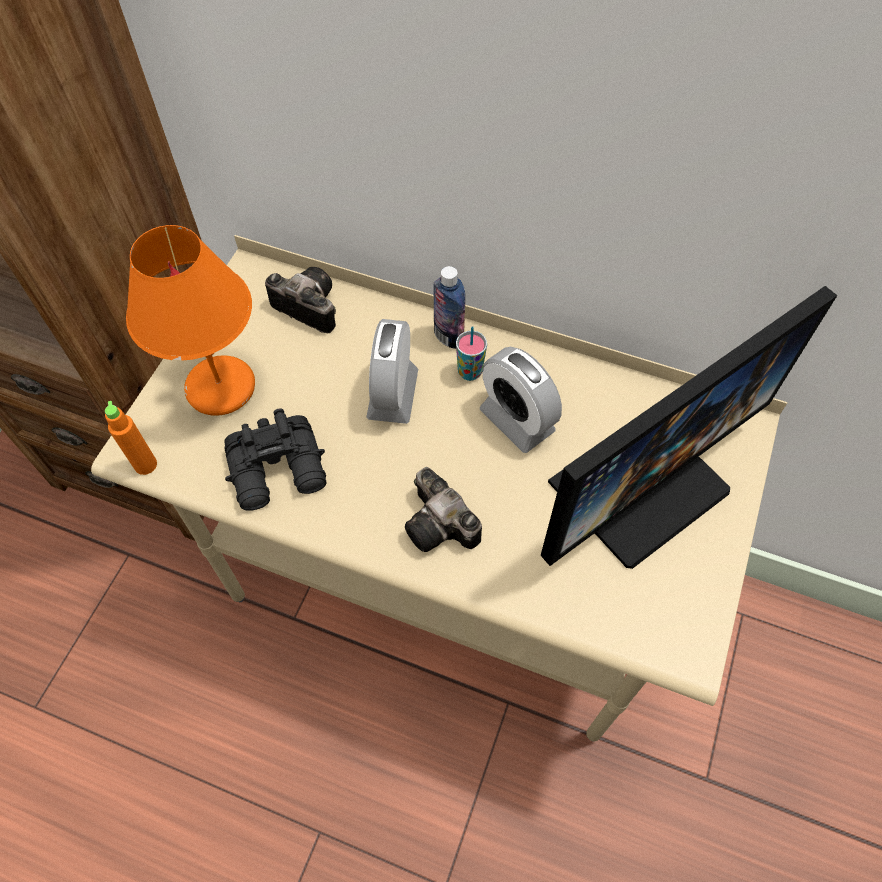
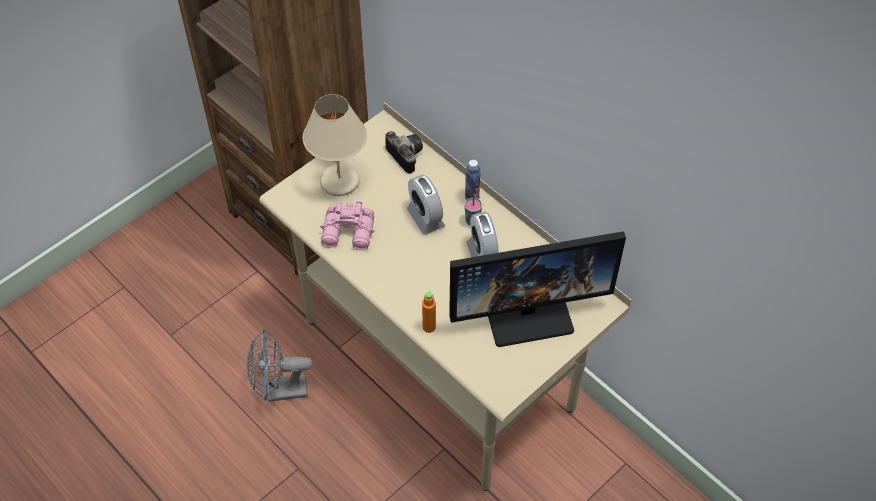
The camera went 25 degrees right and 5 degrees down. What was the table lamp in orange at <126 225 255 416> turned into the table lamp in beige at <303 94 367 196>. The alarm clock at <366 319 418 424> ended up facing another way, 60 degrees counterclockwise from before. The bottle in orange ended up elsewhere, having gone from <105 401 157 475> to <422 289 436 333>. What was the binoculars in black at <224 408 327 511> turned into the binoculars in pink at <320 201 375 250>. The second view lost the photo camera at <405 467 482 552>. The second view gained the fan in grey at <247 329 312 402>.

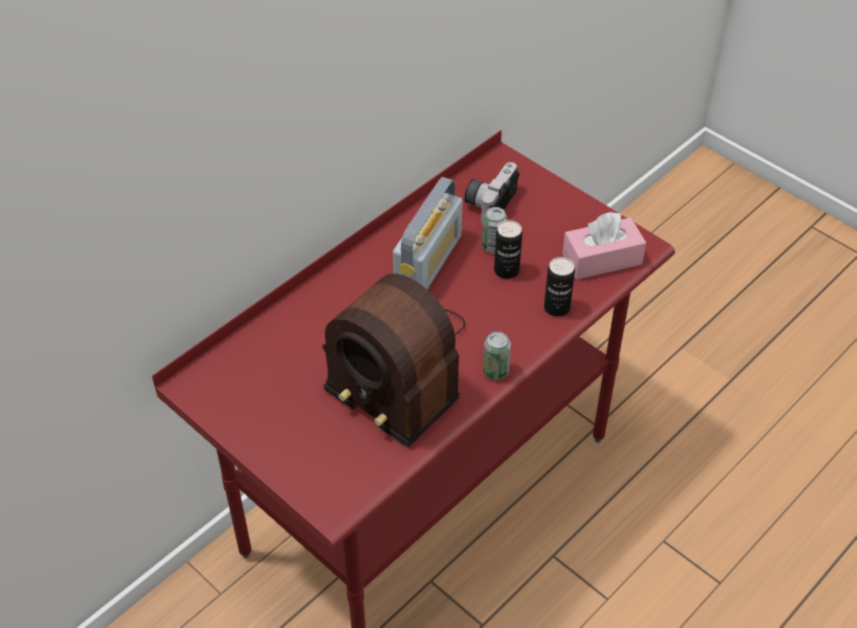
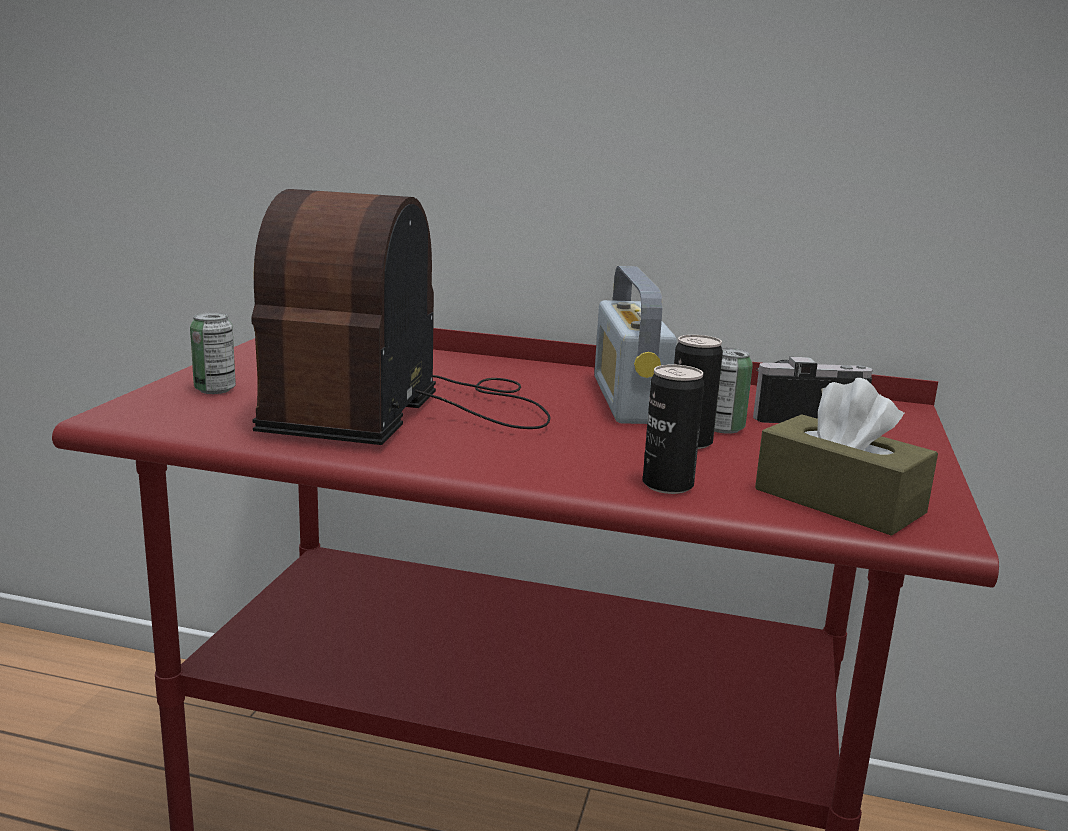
The camera went 60 degrees right and 30 degrees down. The radio at <393 177 462 290> ended up facing another way, 90 degrees clockwise from before. What was the tissue box in pink at <562 212 646 279> turned into the tissue box in brown at <755 378 938 536>. The can ended up elsewhere, having gone from <483 331 511 380> to <190 312 236 394>.

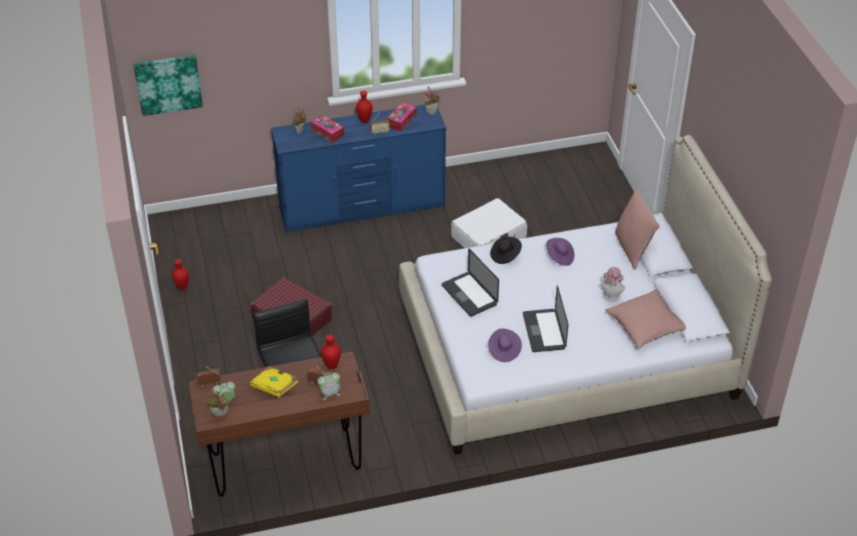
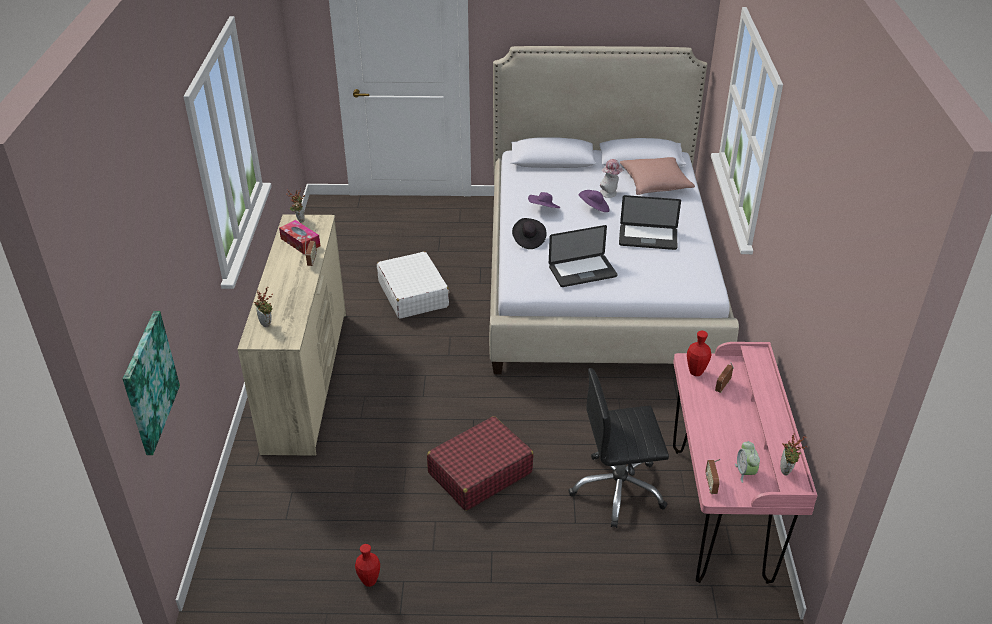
The camera went 75 degrees left and 5 degrees down. The second view lost the vase in red at <356 91 372 123>. What was the dresser in blue at <271 105 446 233> turned into the dresser in beige at <237 214 346 456>. The second view lost the tissue box at <311 115 344 143>. The second view lost the pillow in pink at <615 188 660 270>. The hat in purple ended up elsewhere, having gone from <488 328 522 362> to <579 190 610 212>. What was the desk in brown at <189 352 370 497> turned into the desk in pink at <673 342 817 584>. The second view lost the book in yellow at <249 366 298 397>. The second view lost the alarm clock at <317 372 341 400>.

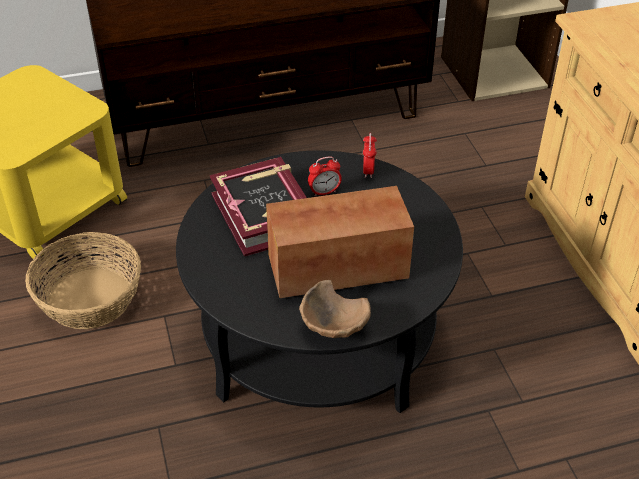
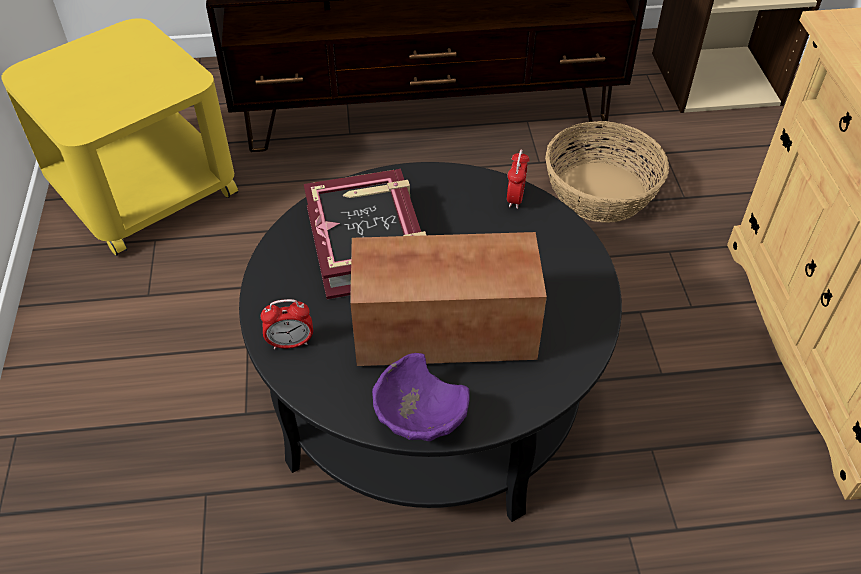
The camera went 10 degrees right and 5 degrees up. The alarm clock ended up elsewhere, having gone from <308 157 342 197> to <261 299 313 349>. The basket ended up elsewhere, having gone from <25 232 141 329> to <545 121 669 223>. What was the bowl in brown at <299 280 371 338> turned into the bowl in purple at <372 353 470 441>.

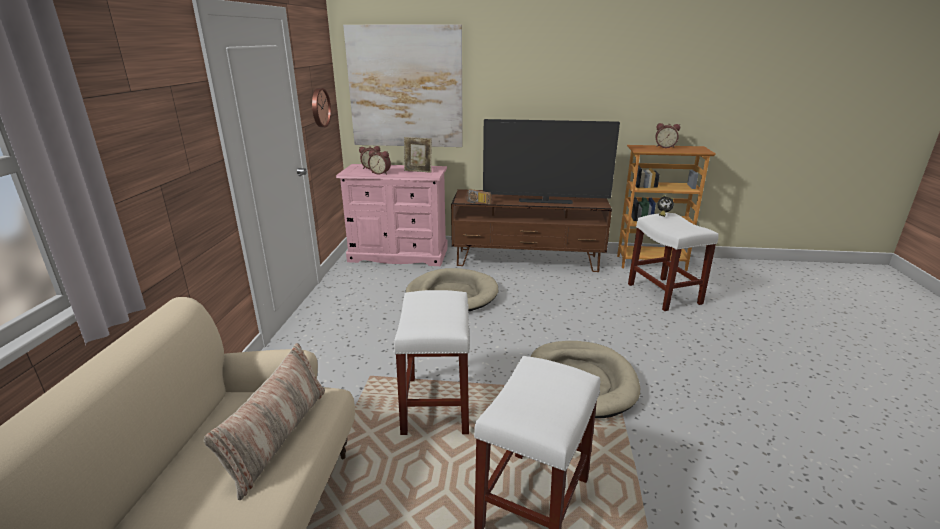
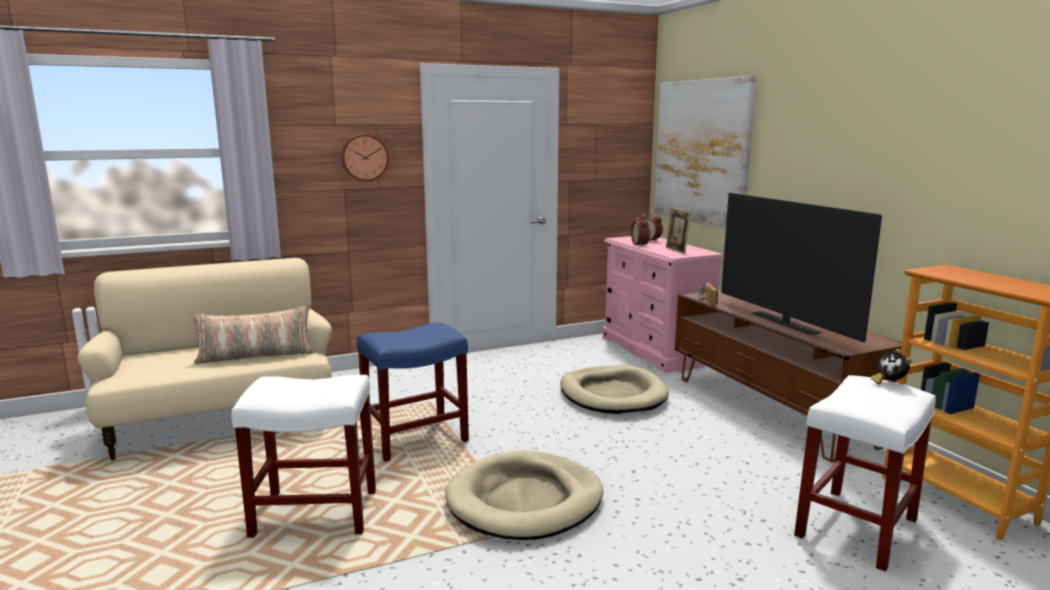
The camera went 60 degrees right and 10 degrees down. The wall clock ended up elsewhere, having gone from <312 88 331 127> to <341 134 389 181>. The second view lost the alarm clock at <655 123 680 148>. What was the stool in white at <394 290 470 435> turned into the stool in blue at <357 322 469 462>.

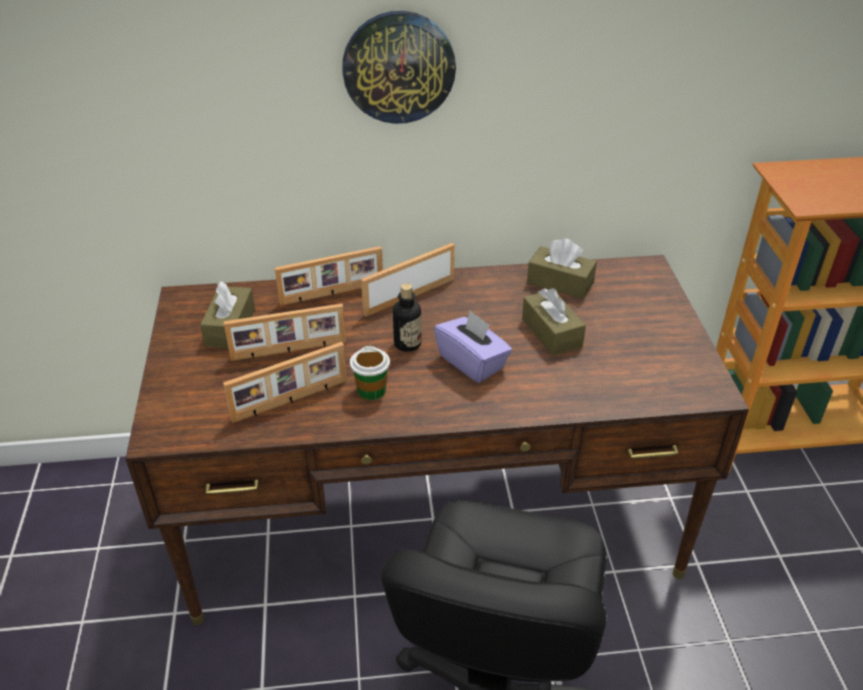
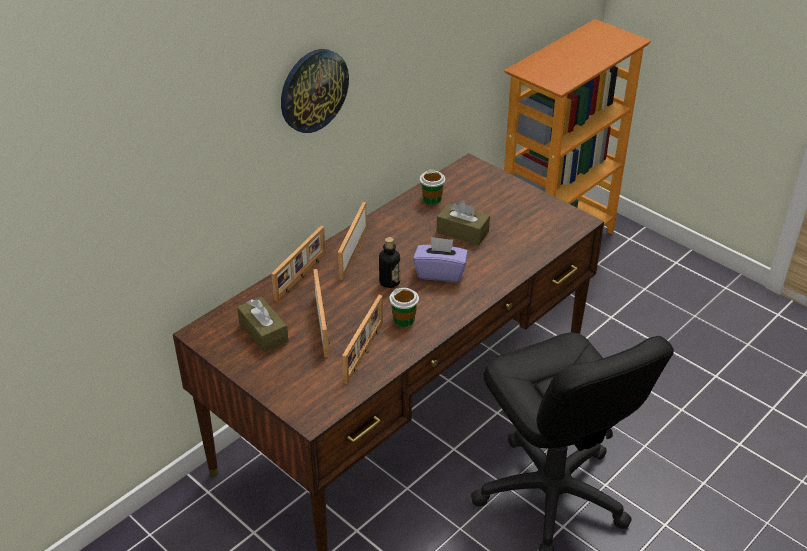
The camera went 40 degrees left and 0 degrees up. Where the tissue box in brown stood at <527 238 597 299>, the cup came to stand at <420 169 445 205>. The picture frame at <223 304 346 361> ended up facing another way, 45 degrees counterclockwise from before.

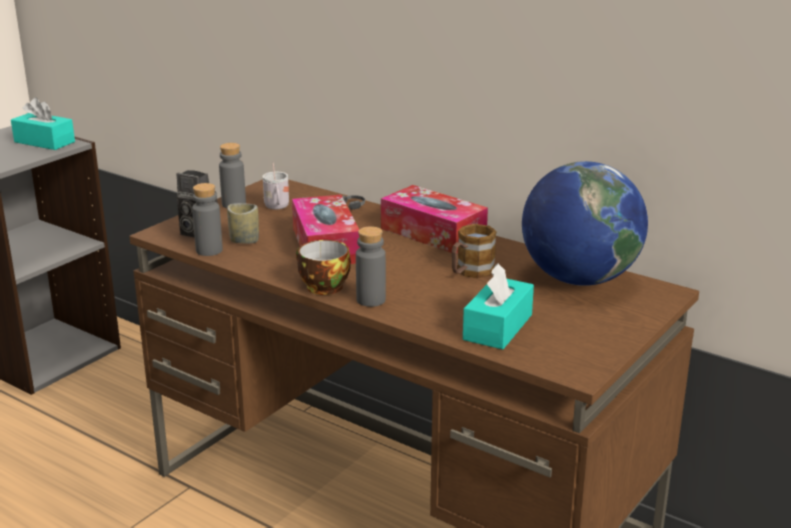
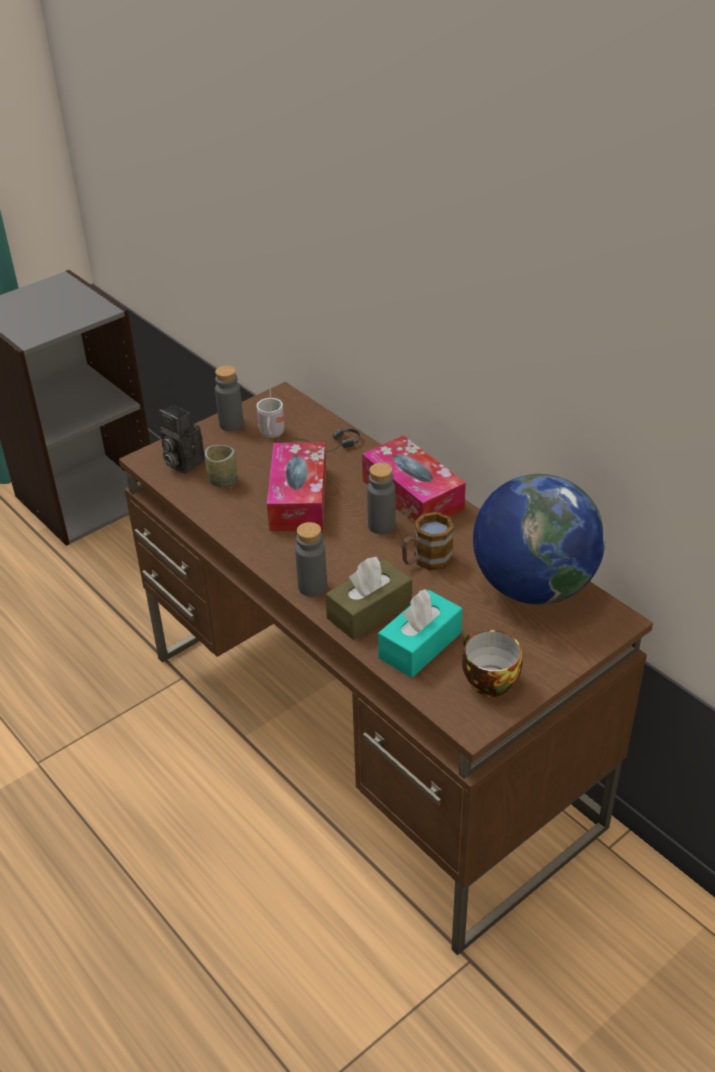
The camera went 15 degrees right and 15 degrees up. The second view lost the tissue box in turquoise at <11 97 75 150>. The bottle in grey ended up elsewhere, having gone from <192 183 223 256> to <367 463 395 534>. The cup ended up elsewhere, having gone from <296 240 351 295> to <462 630 522 697>. The second view gained the tissue box in brown at <326 557 412 640>.

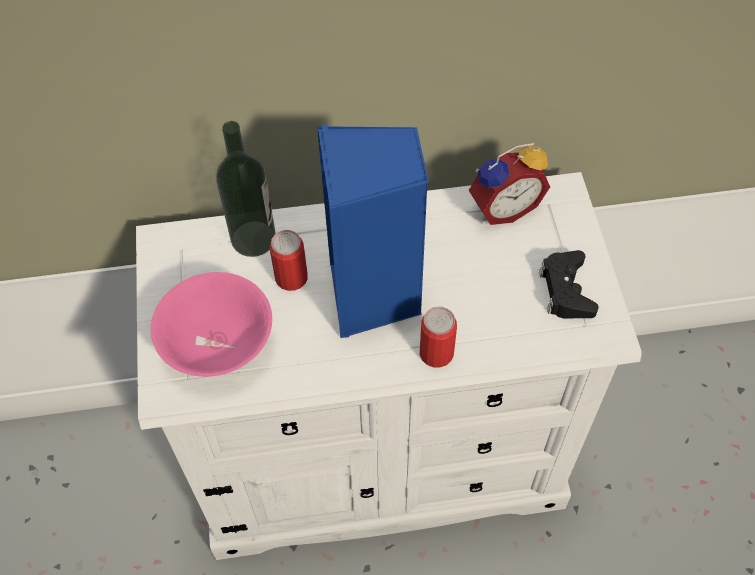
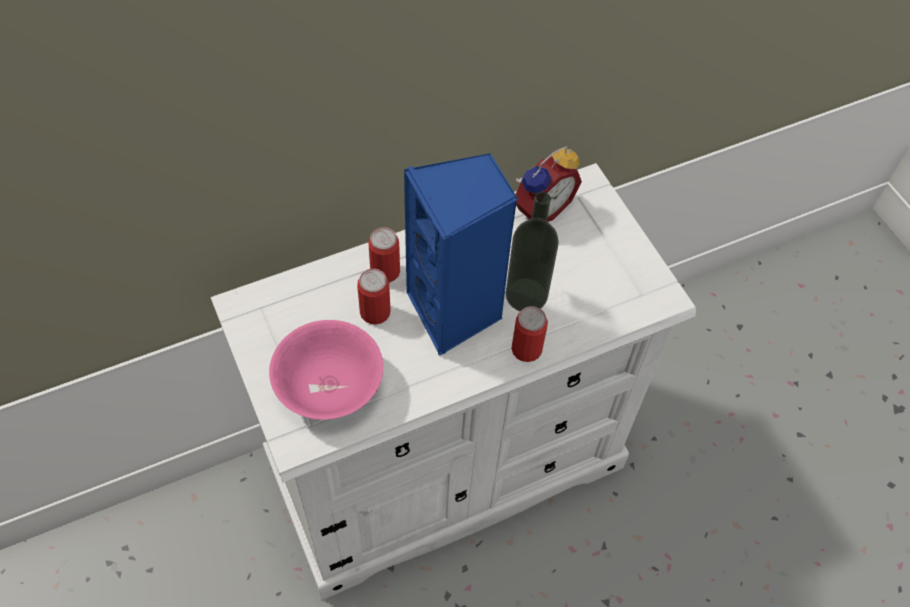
The camera went 20 degrees left and 0 degrees up. The bottle ended up elsewhere, having gone from <216 121 276 257> to <505 192 559 311>. The second view lost the game controller in black at <539 250 599 318>. The second view gained the can at <368 227 400 283>.

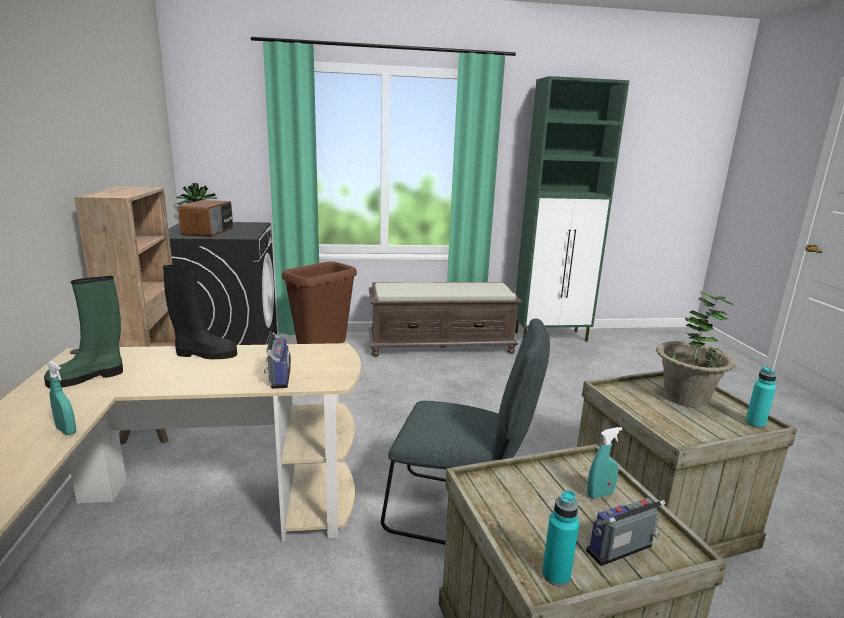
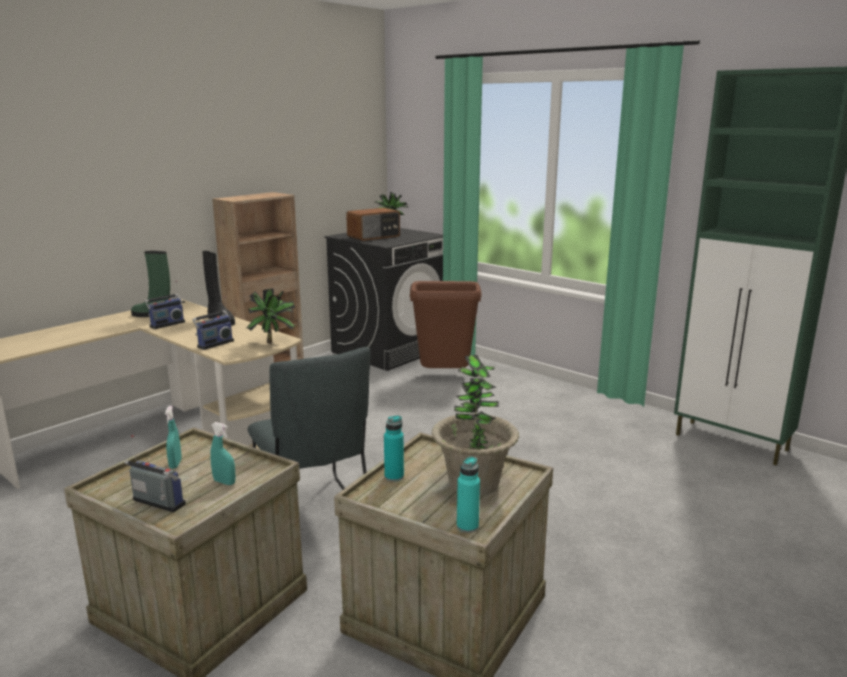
The camera went 50 degrees right and 0 degrees up. The second view lost the bench in brown at <369 282 522 357>. The spray bottle in turquoise ended up elsewhere, having gone from <47 361 76 435> to <165 406 182 469>. The bottle in turquoise ended up elsewhere, having gone from <542 490 579 586> to <384 415 404 482>. The second view gained the radio at <145 281 185 329>. The second view gained the potted plant at <245 288 295 344>.

